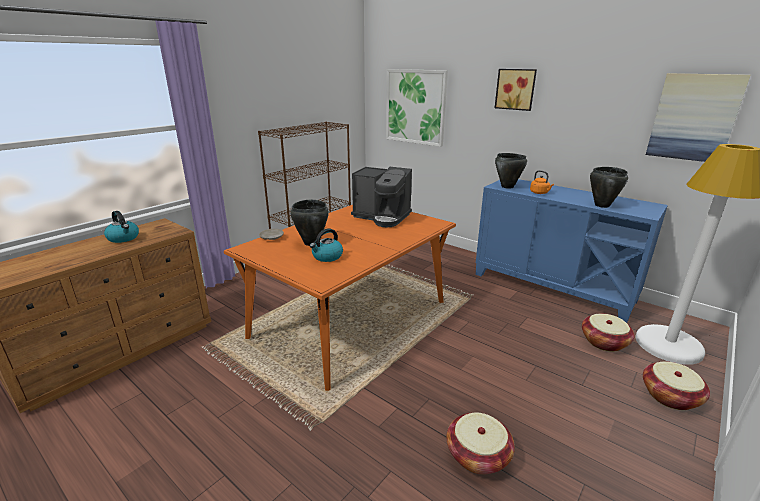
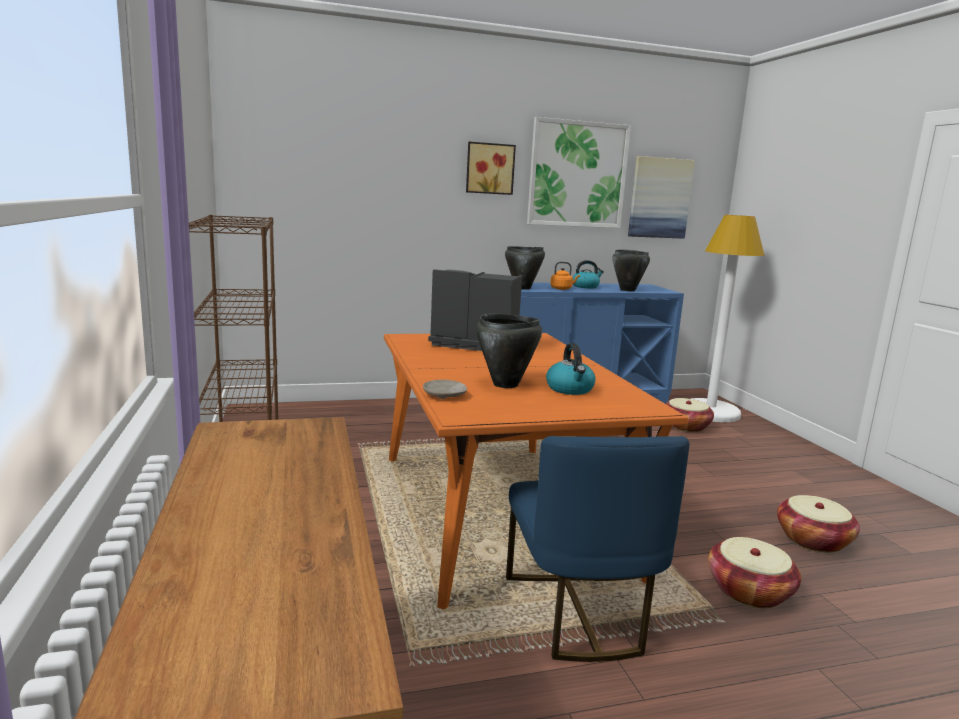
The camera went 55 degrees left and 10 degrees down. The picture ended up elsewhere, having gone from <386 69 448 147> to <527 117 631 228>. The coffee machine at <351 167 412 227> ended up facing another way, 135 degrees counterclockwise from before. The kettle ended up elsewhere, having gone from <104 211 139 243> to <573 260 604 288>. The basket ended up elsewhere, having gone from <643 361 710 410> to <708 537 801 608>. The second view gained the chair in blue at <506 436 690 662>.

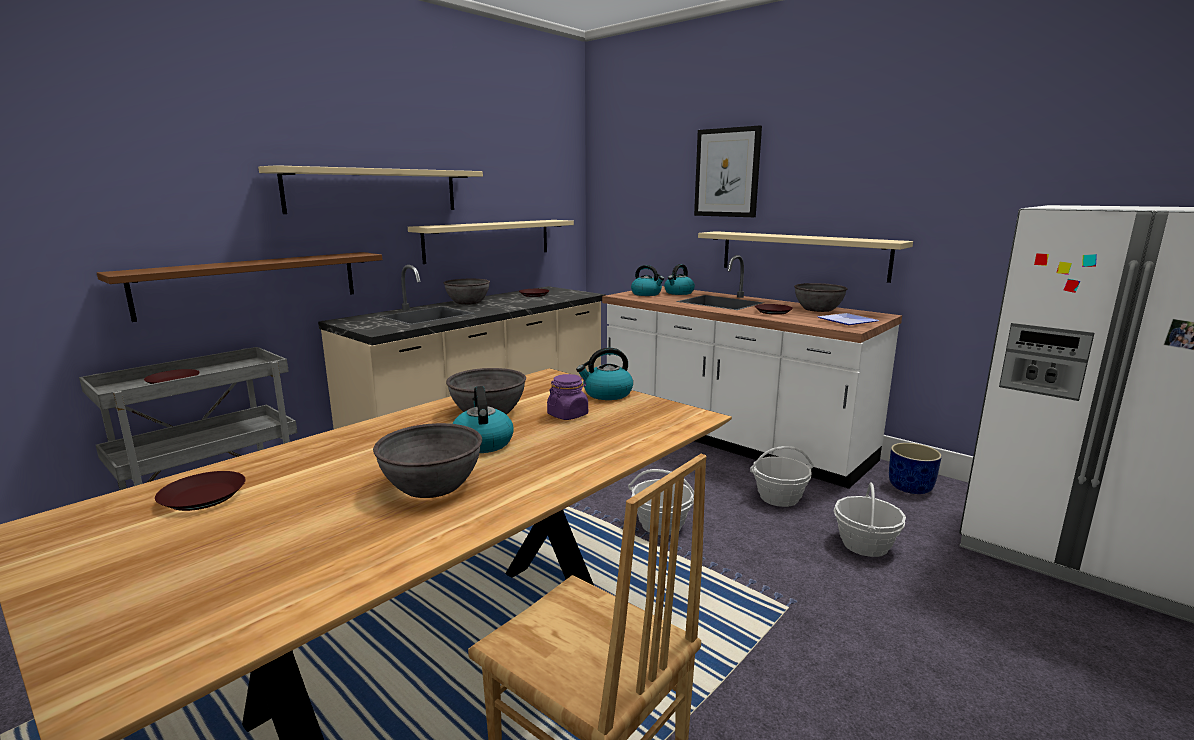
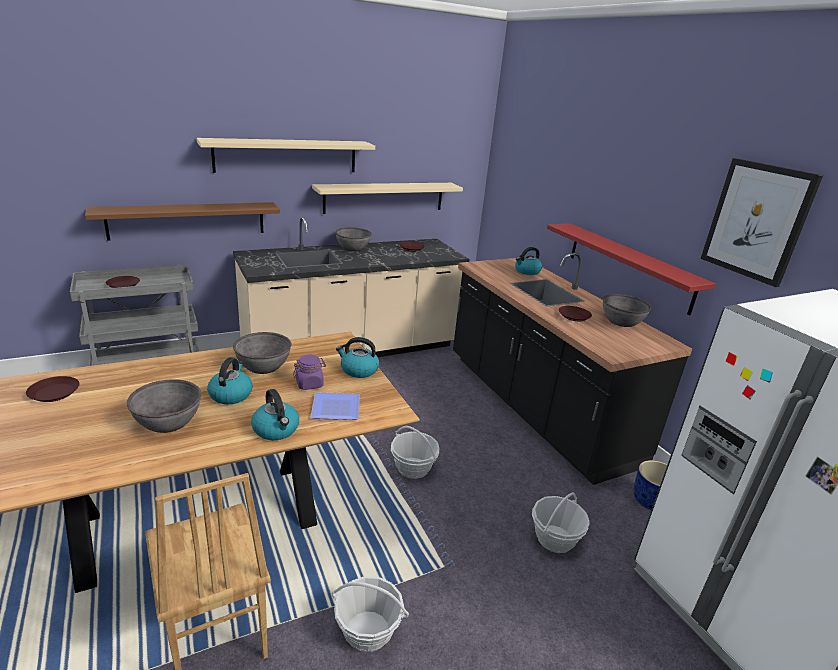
The camera went 20 degrees right and 10 degrees up. The picture ended up elsewhere, having gone from <694 125 762 217> to <701 158 823 287>. What was the shelf in beige at <698 231 913 283> turned into the shelf in red at <547 223 716 315>. What was the counter in white at <602 255 902 489> turned into the counter in black at <453 252 692 485>. The kettle ended up elsewhere, having gone from <631 265 664 296> to <251 389 299 440>. The plate ended up elsewhere, having gone from <818 313 879 325> to <310 392 360 420>. The basket ended up elsewhere, having gone from <750 446 814 507> to <332 576 409 652>.

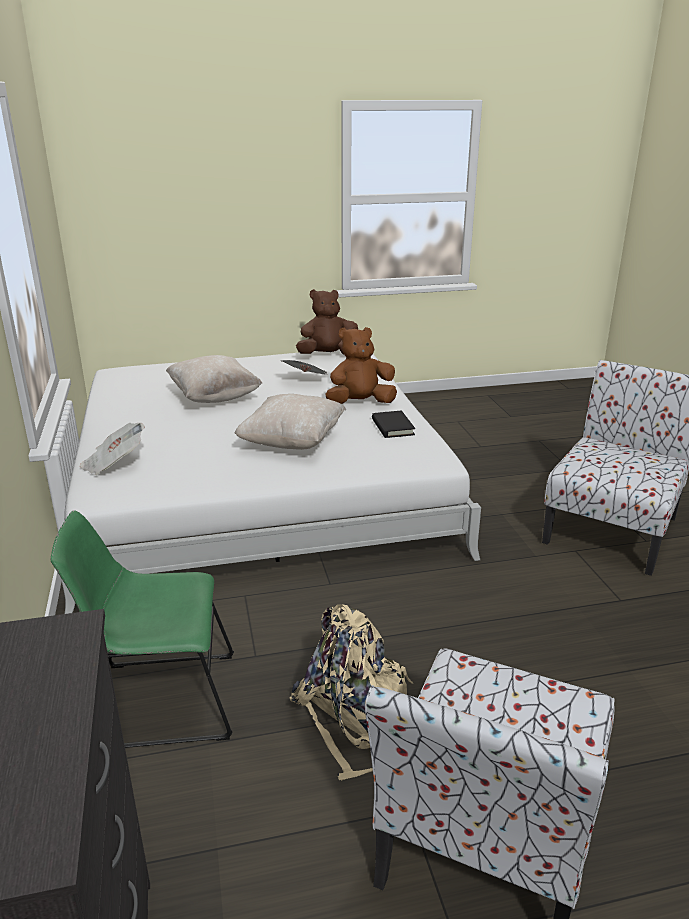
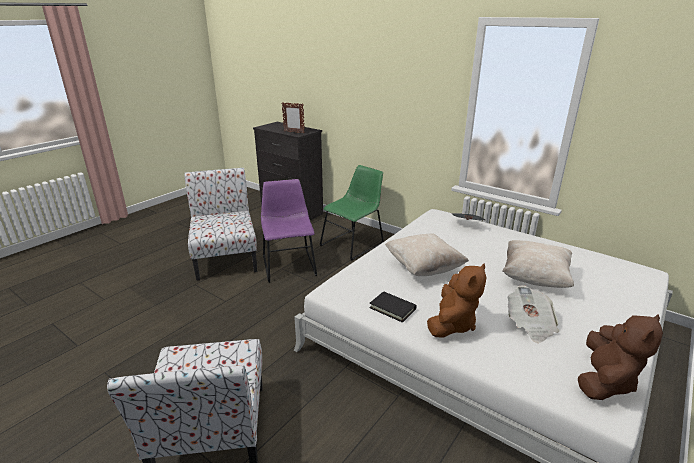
The camera went 140 degrees right and 0 degrees up. Where the backpack in beige stood at <290 604 413 781>, the chair in purple came to stand at <261 179 317 283>. The second view gained the picture frame at <282 103 305 134>.

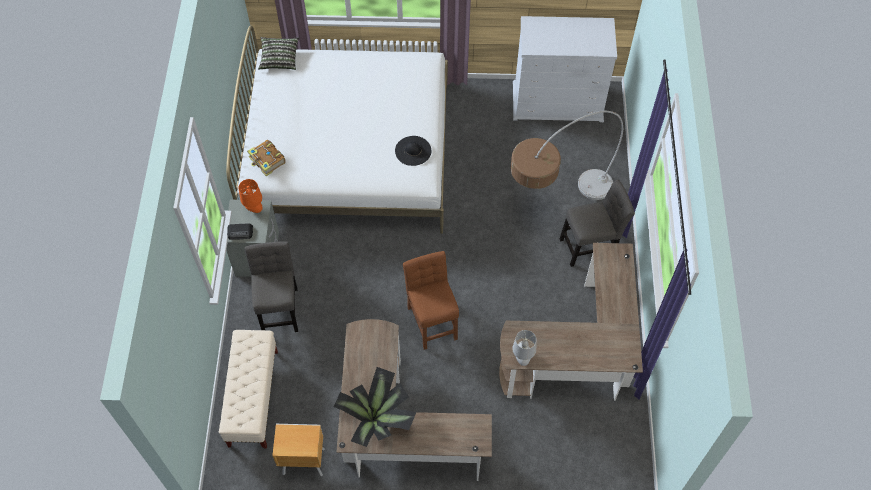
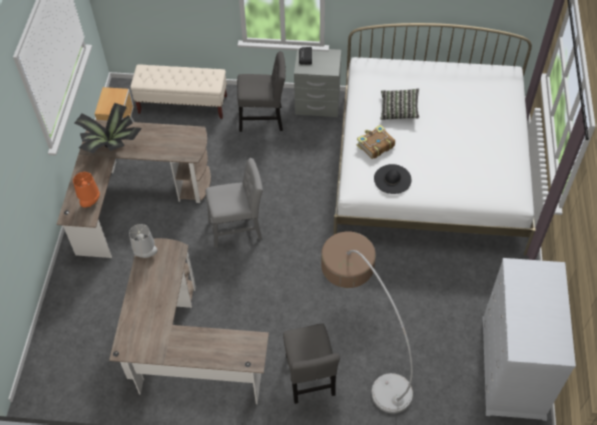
The camera went 95 degrees right and 5 degrees down. The pillow ended up elsewhere, having gone from <258 37 299 70> to <380 89 419 120>. The book ended up elsewhere, having gone from <247 140 286 176> to <357 125 395 159>. The table lamp in orange ended up elsewhere, having gone from <238 179 262 213> to <73 172 100 208>. What was the chair in brown at <403 251 459 350> turned into the chair in grey at <206 158 263 248>.

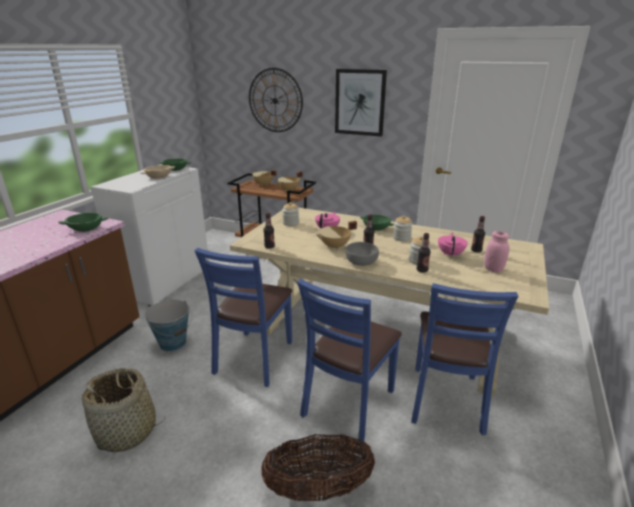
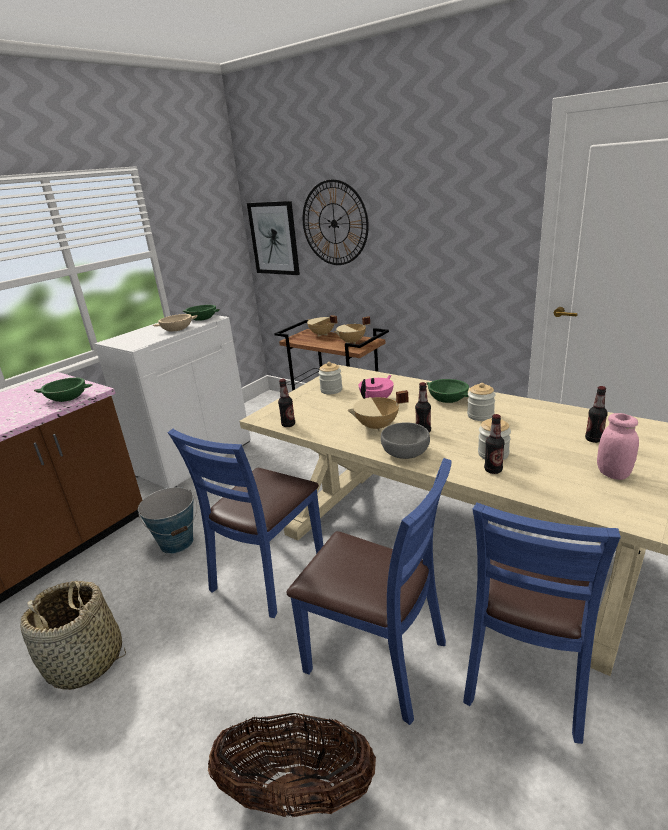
The camera went 15 degrees right and 0 degrees up. The picture ended up elsewhere, having gone from <335 69 387 137> to <247 201 300 275>. The second view lost the teapot in pink at <438 233 468 257>. The chair in blue at <297 279 402 441> ended up facing another way, 105 degrees counterclockwise from before.

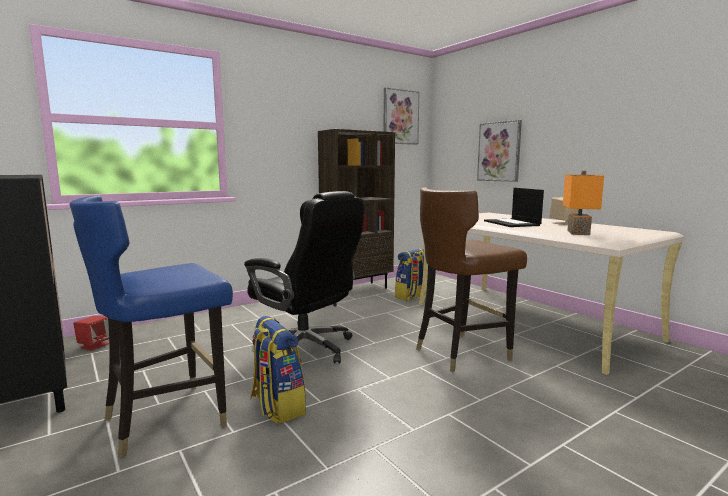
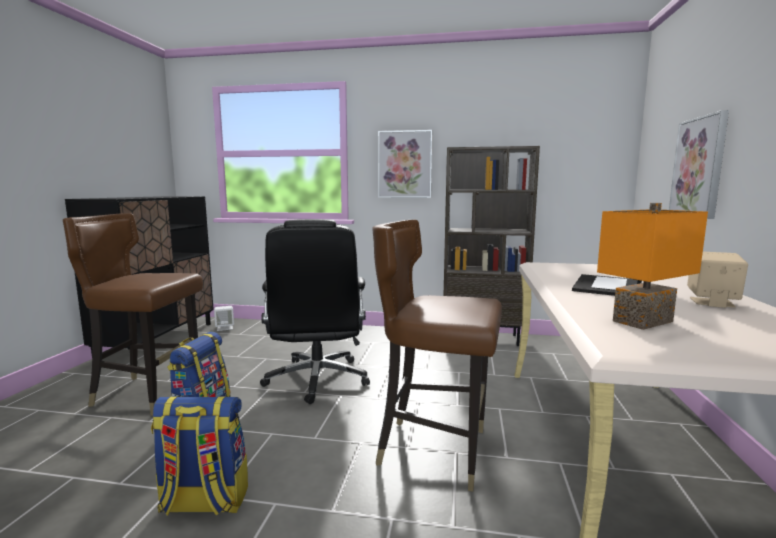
The camera went 45 degrees right and 0 degrees up. The picture ended up elsewhere, having gone from <384 87 420 145> to <378 130 433 198>. What was the chair in blue at <69 196 233 459> turned into the chair in brown at <63 213 203 416>. The backpack ended up elsewhere, having gone from <395 248 427 301> to <151 396 248 516>. What was the speaker in red at <73 316 109 351> turned into the speaker in white at <214 306 234 331>.

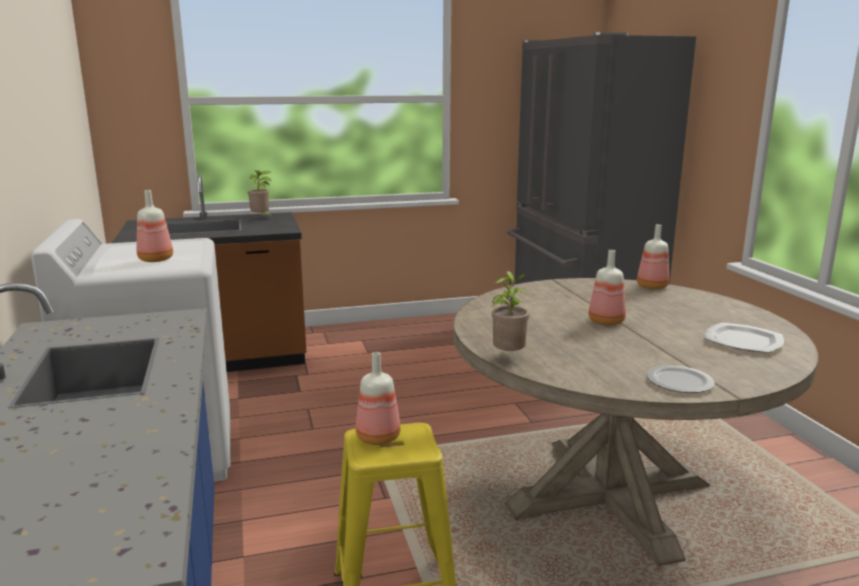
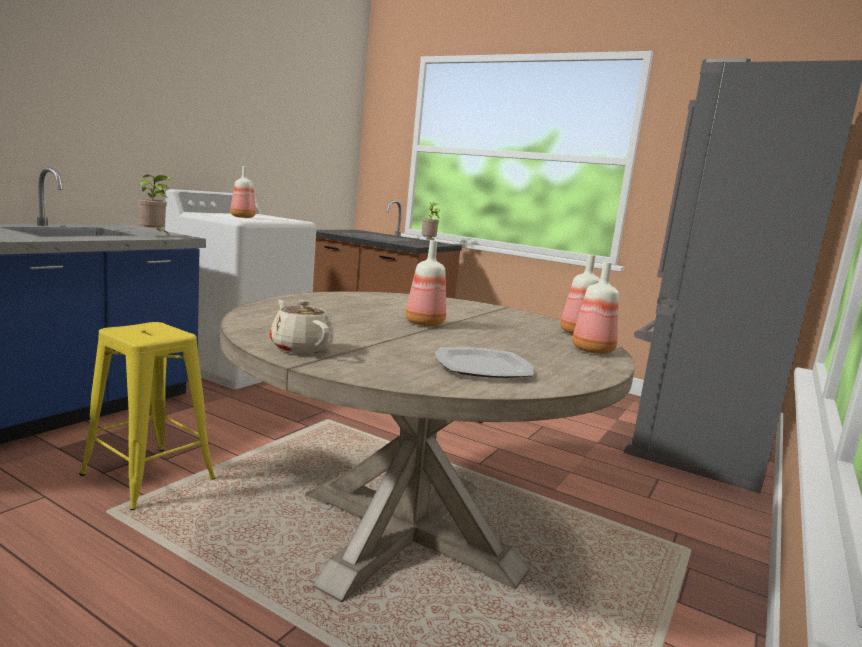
The camera went 45 degrees right and 5 degrees down. The potted plant ended up elsewhere, having gone from <492 271 530 351> to <138 174 172 233>. The bottle ended up elsewhere, having gone from <356 352 401 445> to <572 262 619 354>. Where the plate stood at <647 365 715 393>, the teapot in beige came to stand at <270 300 334 354>.

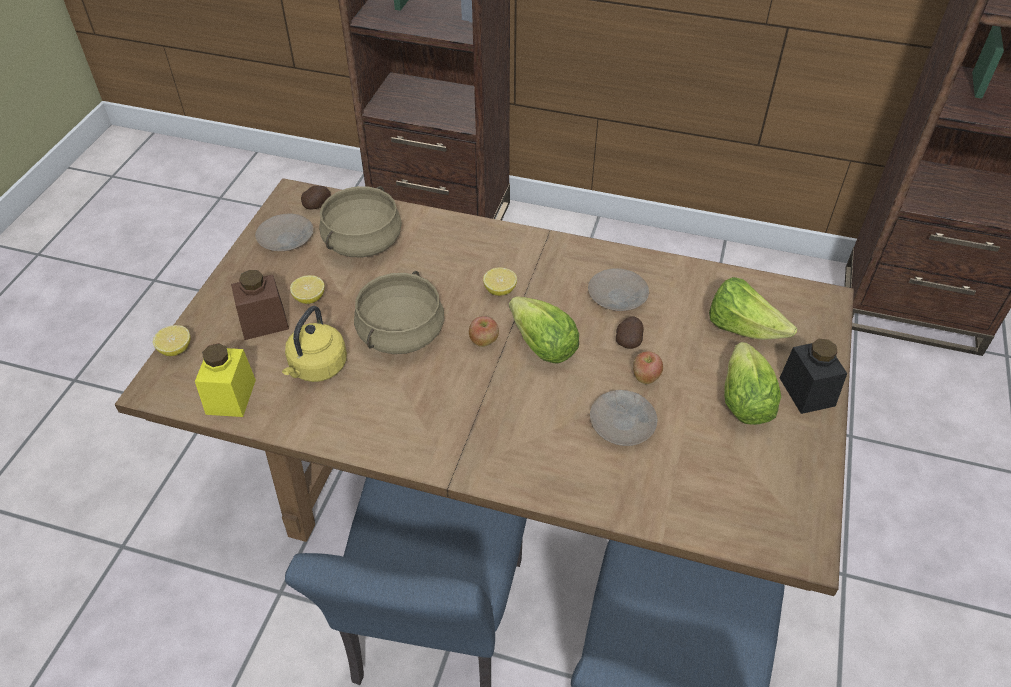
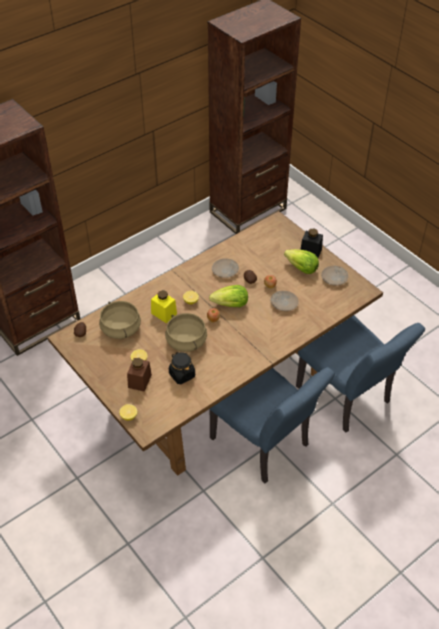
The camera went 55 degrees left and 0 degrees up. The plate in beige ended up elsewhere, having gone from <255 214 313 251> to <321 266 348 285>. The second view lost the lettuce at <709 277 797 340>. Where the kettle in yellow stood at <282 306 347 382>, the jar in black came to stand at <169 352 195 384>. The jar in yellow ended up elsewhere, having gone from <195 343 256 417> to <151 290 177 323>.

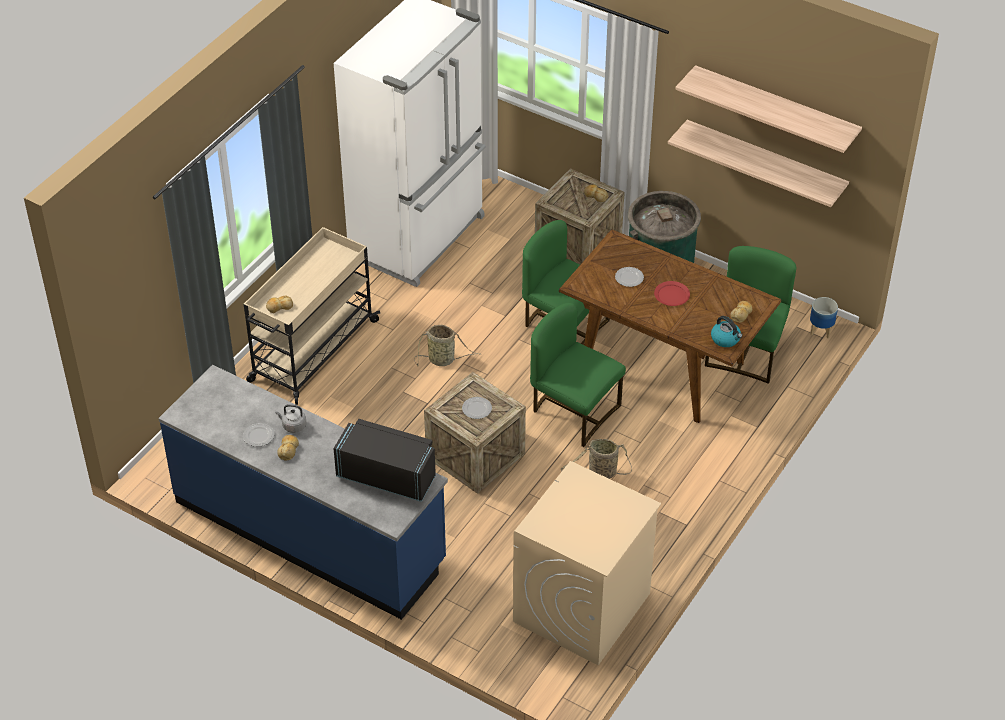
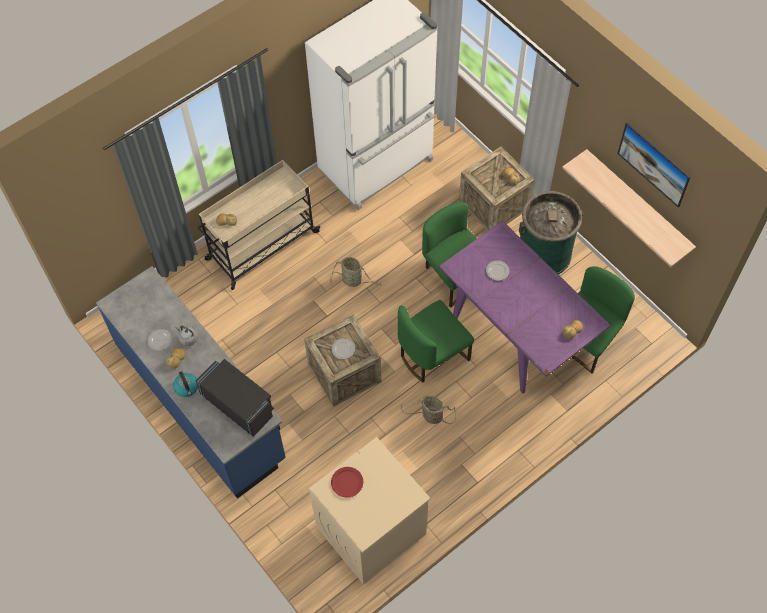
The camera went 20 degrees right and 15 degrees up. Where the shelf hung at <675 65 862 153>, the picture came to hang at <618 122 690 207>. What was the dining table in brown at <559 229 782 423> turned into the dining table in purple at <439 221 611 393>. The plate in red ended up elsewhere, having gone from <654 281 690 306> to <331 467 363 497>. The second view lost the planter at <810 297 838 338>. The chair in green at <530 303 626 447> ended up facing another way, 90 degrees counterclockwise from before. The kettle ended up elsewhere, having gone from <711 316 742 347> to <173 371 198 397>.

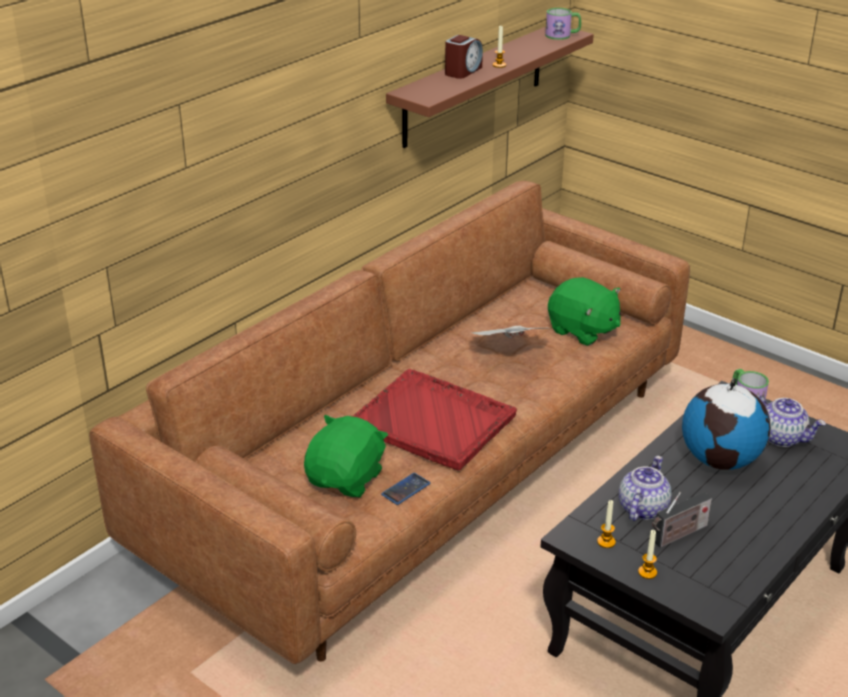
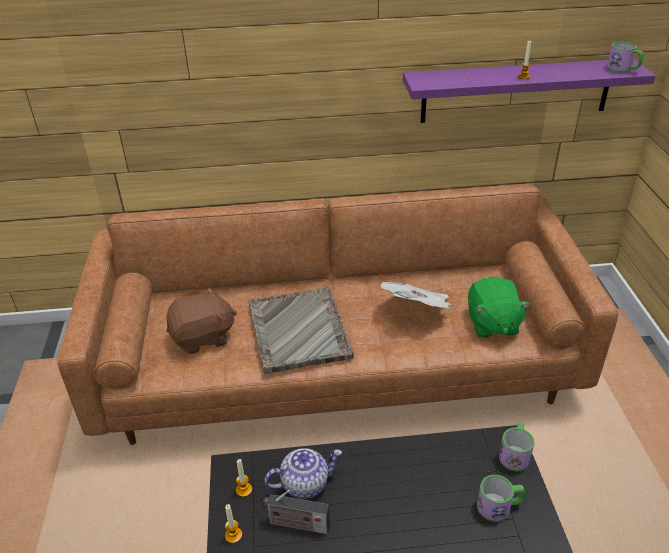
The camera went 45 degrees right and 5 degrees up. What was the shelf in brown at <386 27 594 148> turned into the shelf in purple at <403 59 655 123>. The second view lost the alarm clock at <445 35 483 79>. What was the tray in red at <352 369 517 471> turned into the tray in grey at <249 287 354 374>. The second view lost the globe at <682 378 771 470>. Where the teapot stood at <757 395 826 447>, the mug came to stand at <477 475 525 522>. What was the plush toy in green at <304 415 388 497> turned into the plush toy in brown at <166 287 237 354>. The second view lost the phone at <381 473 430 505>.

